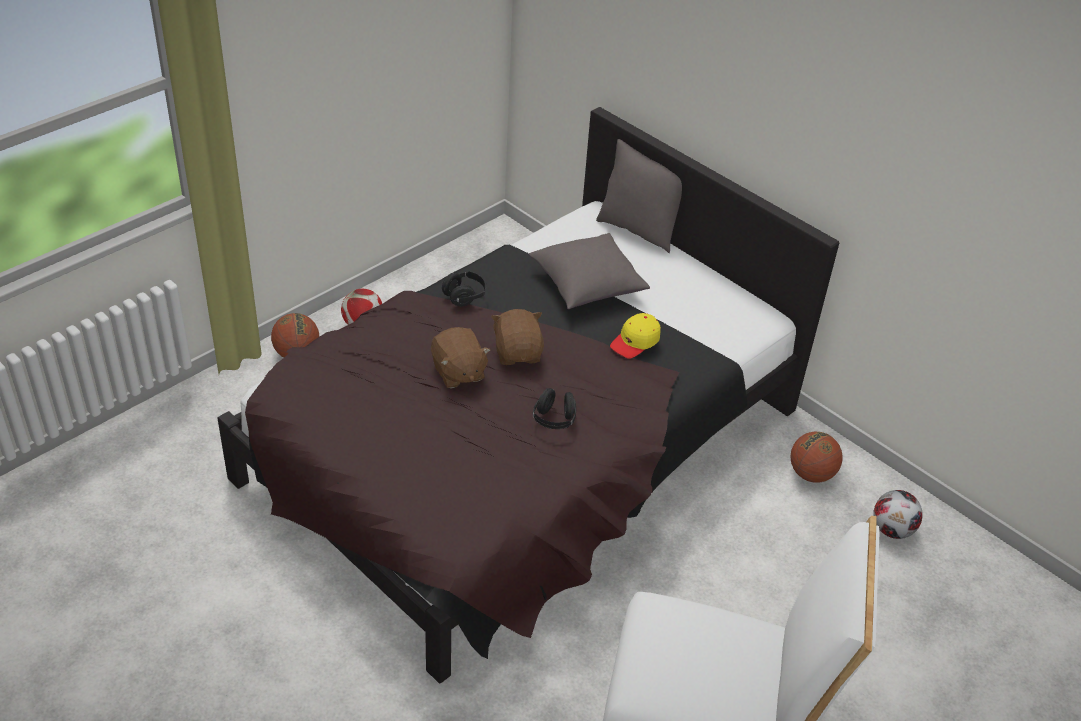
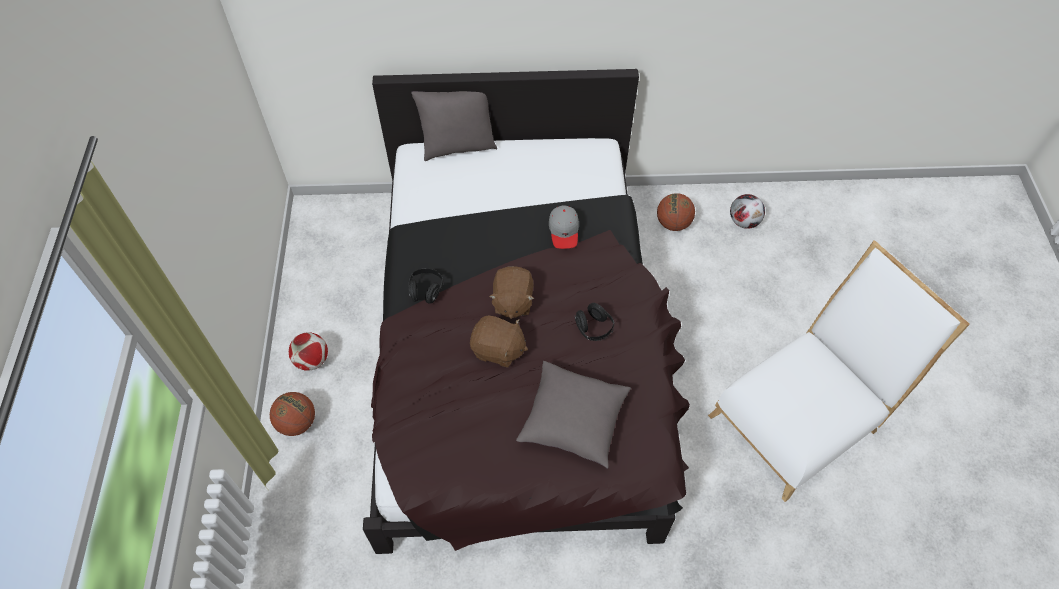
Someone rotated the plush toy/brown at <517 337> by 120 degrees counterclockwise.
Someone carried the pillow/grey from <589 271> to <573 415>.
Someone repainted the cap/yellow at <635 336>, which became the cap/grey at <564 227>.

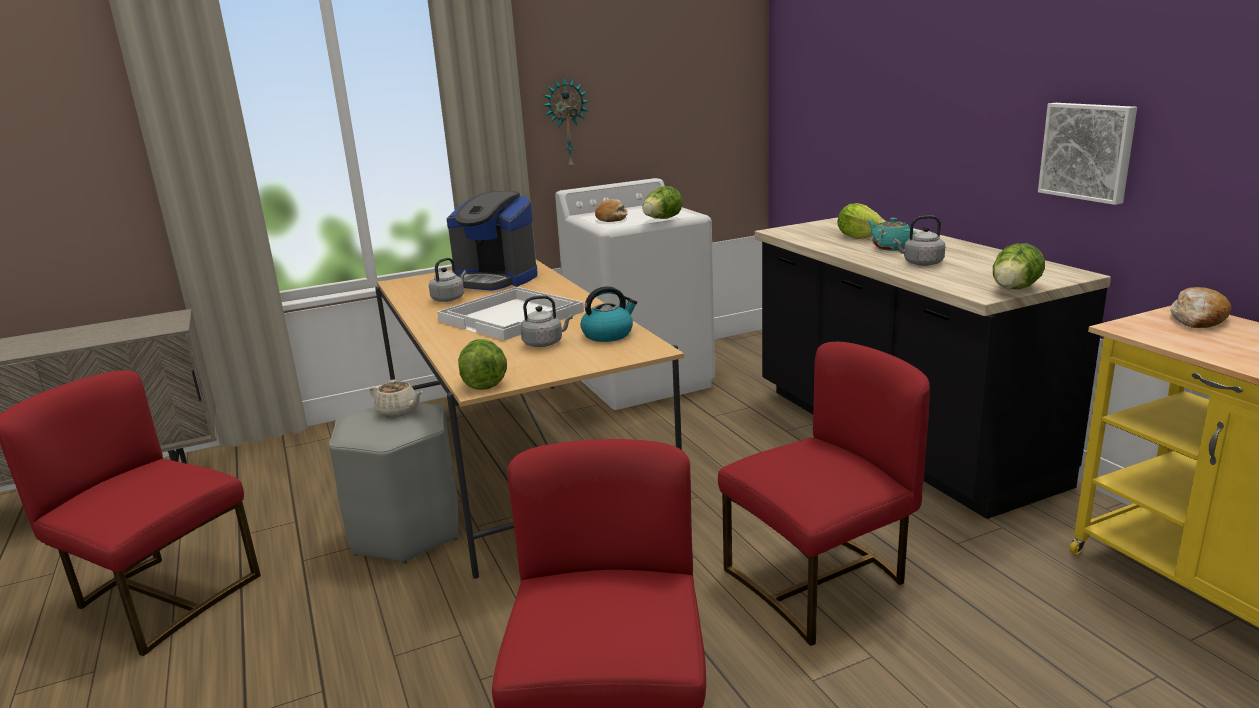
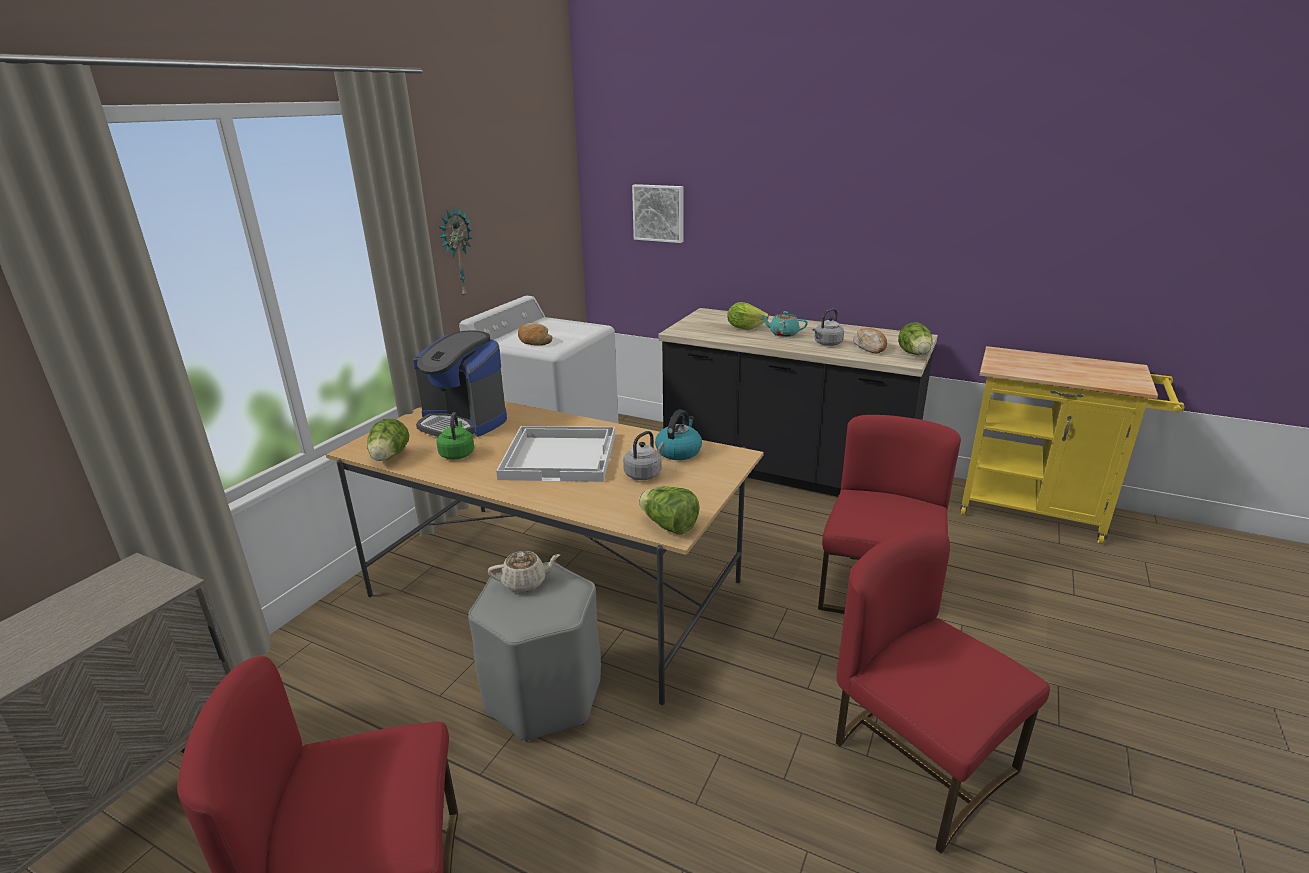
Someone repainted the kettle/grey at <448 280>, which became the kettle/green at <455 435>.
Someone rotated the coffee machine at <492 241> by 45 degrees clockwise.
Someone carried the lettuce from <662 202> to <388 439>.
Someone carried the picture from <1087 154> to <658 213>.
Someone carried the bread from <1200 307> to <870 340>.

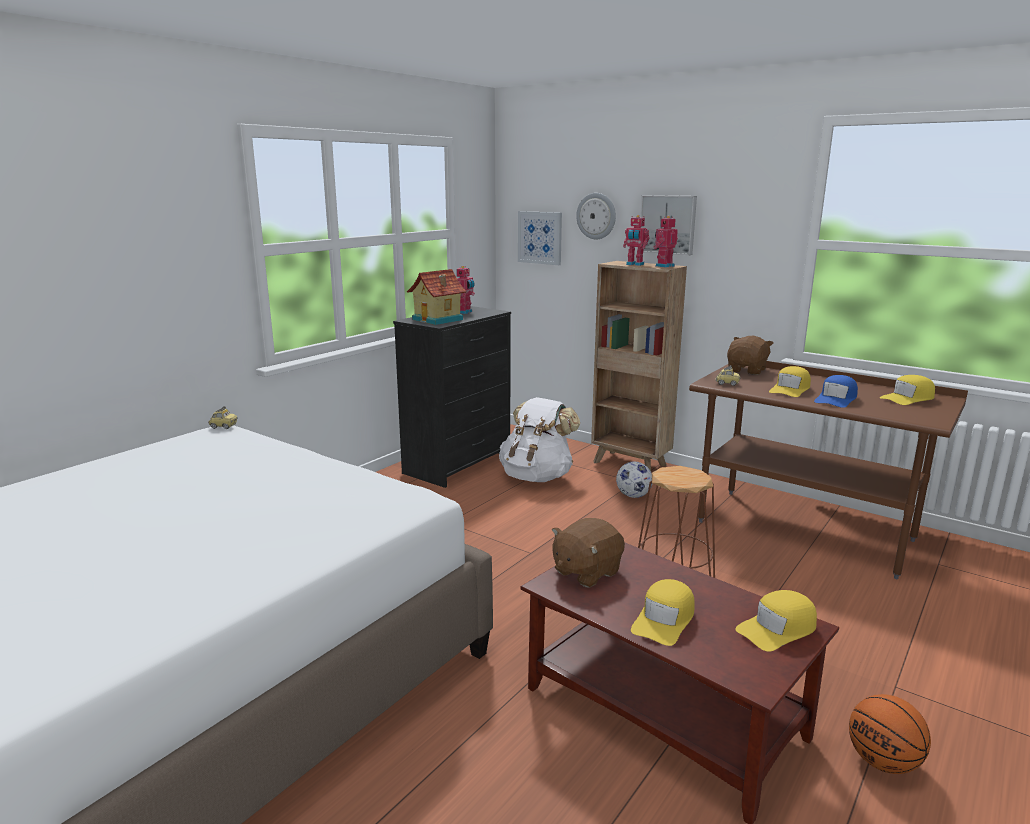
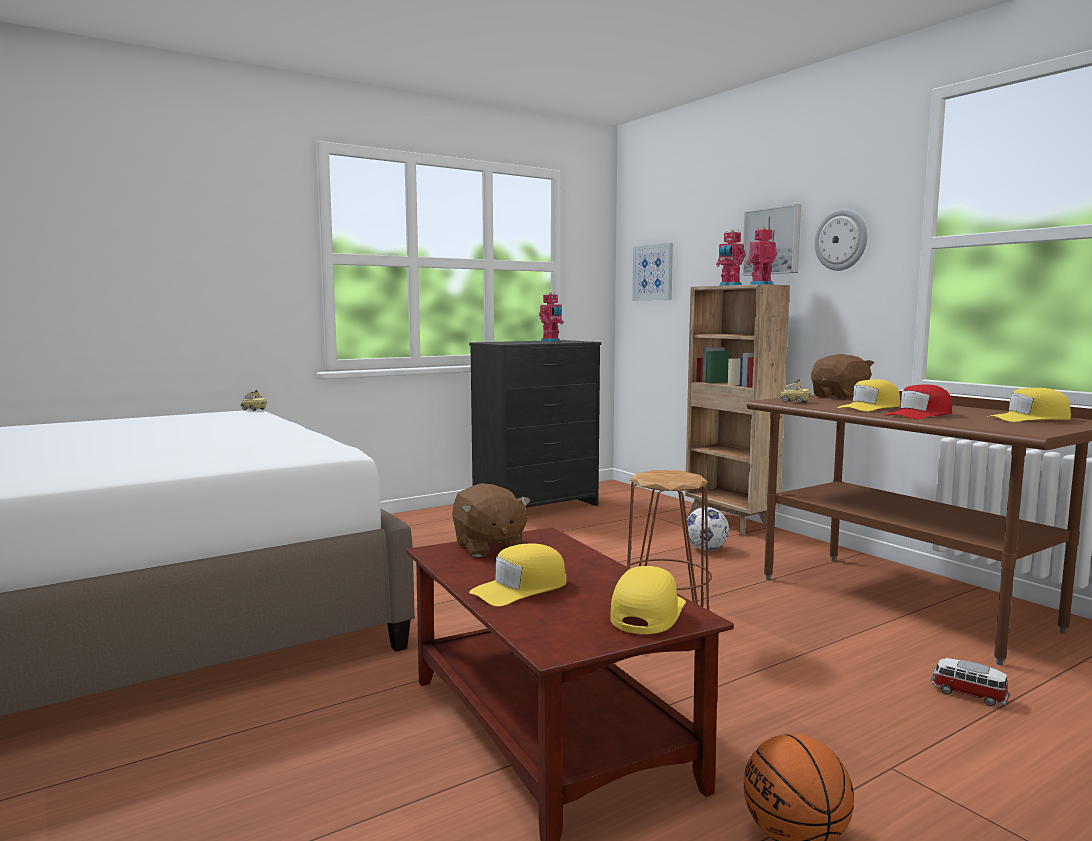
Someone took away the toy house at <437 297>.
Someone took away the backpack/white at <539 439>.
Someone rotated the plush toy/brown at <588 552> by 90 degrees counterclockwise.
Someone carried the wall clock from <596 216> to <841 240>.
Someone rotated the cap/yellow at <776 621> by 120 degrees clockwise.
Someone repainted the cap/blue at <836 391>, which became the cap/red at <918 401>.
Someone put down the toy car at <970 682>.

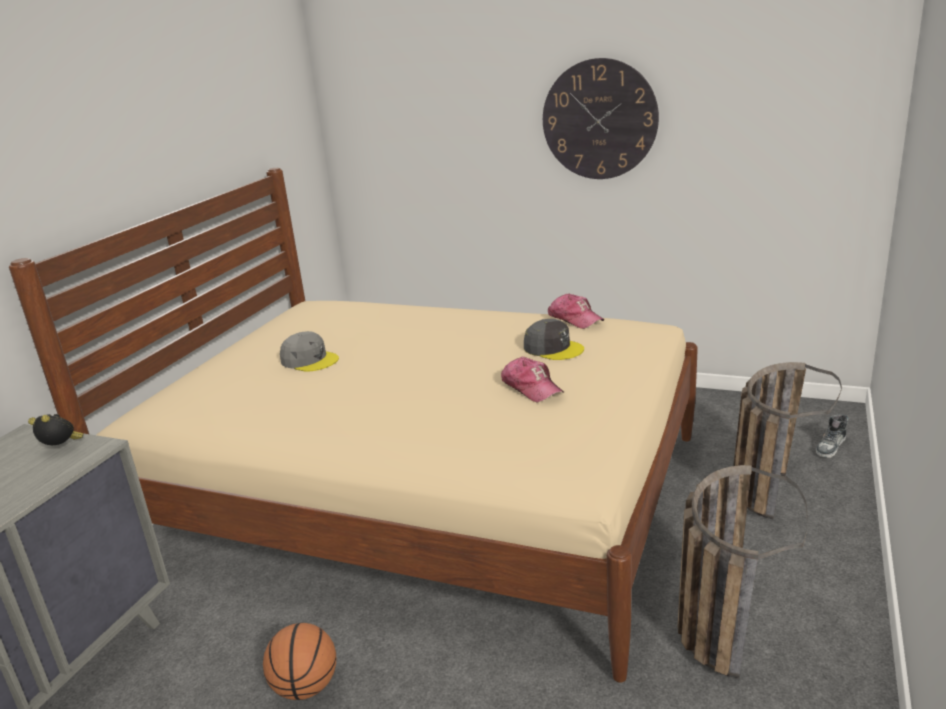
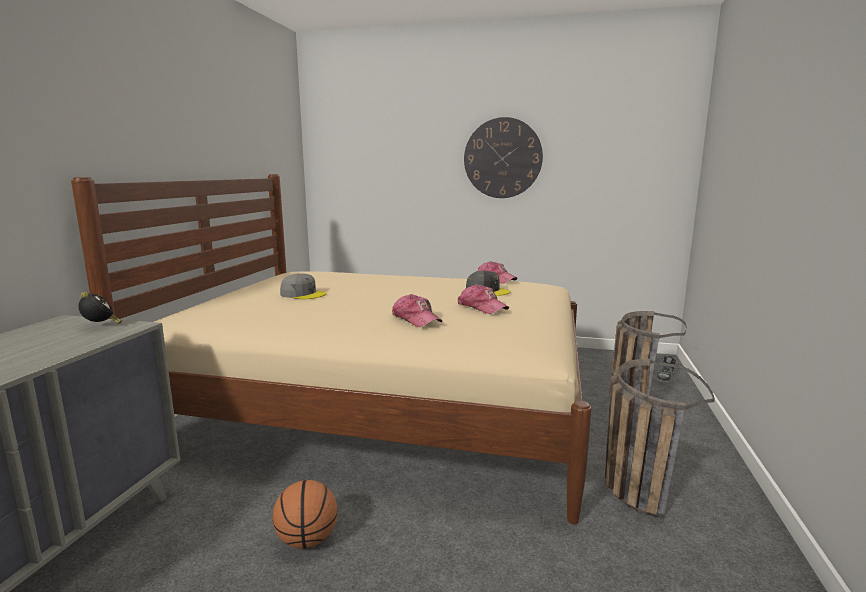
Someone rotated the alarm clock at <55 429> by 45 degrees clockwise.
Someone put down the cap at <417 310>.

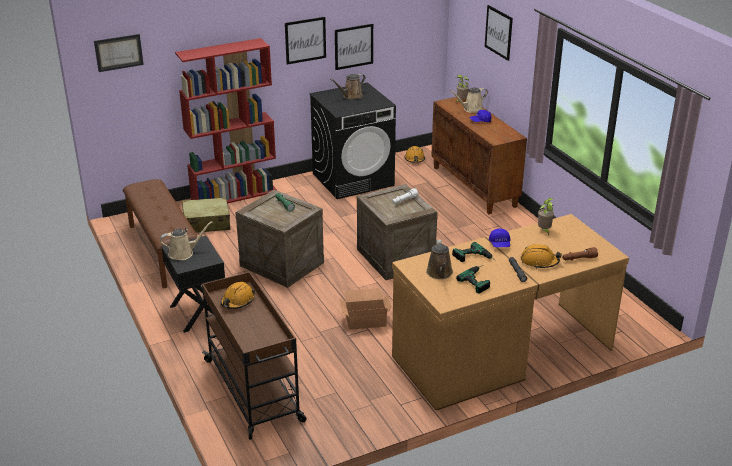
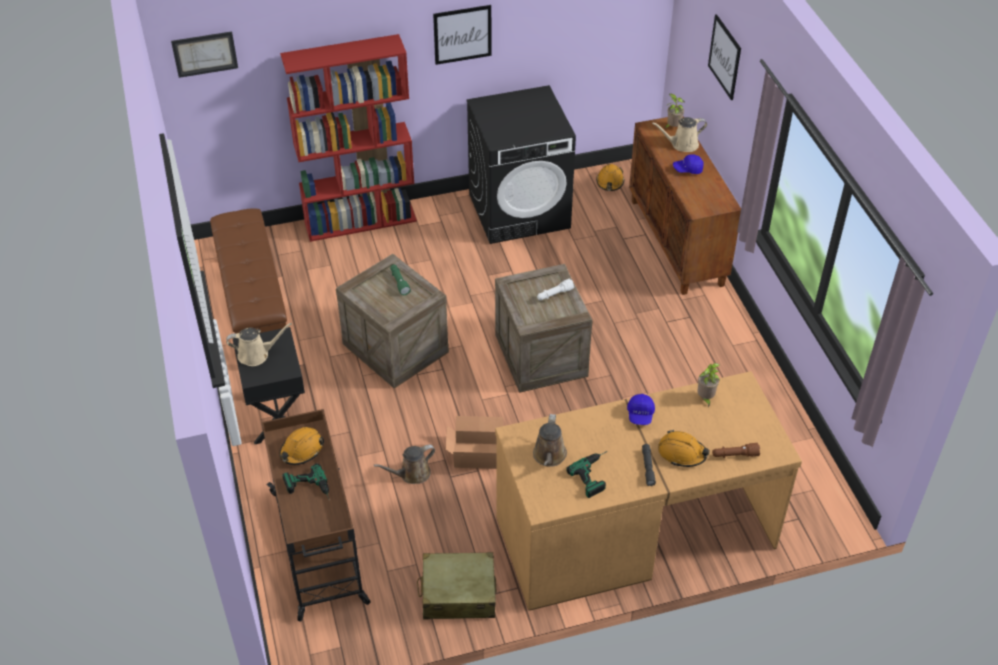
Someone carried the suitcase/beige from <206 215> to <457 585>.
Someone carried the watering can/brown from <347 86> to <404 464>.
Someone took away the picture at <354 47>.
Someone carried the power drill from <474 252> to <306 482>.

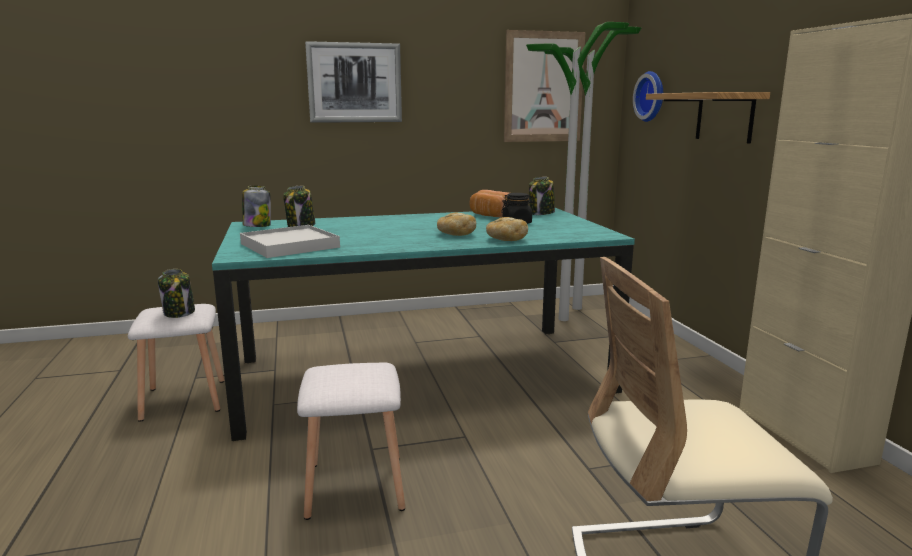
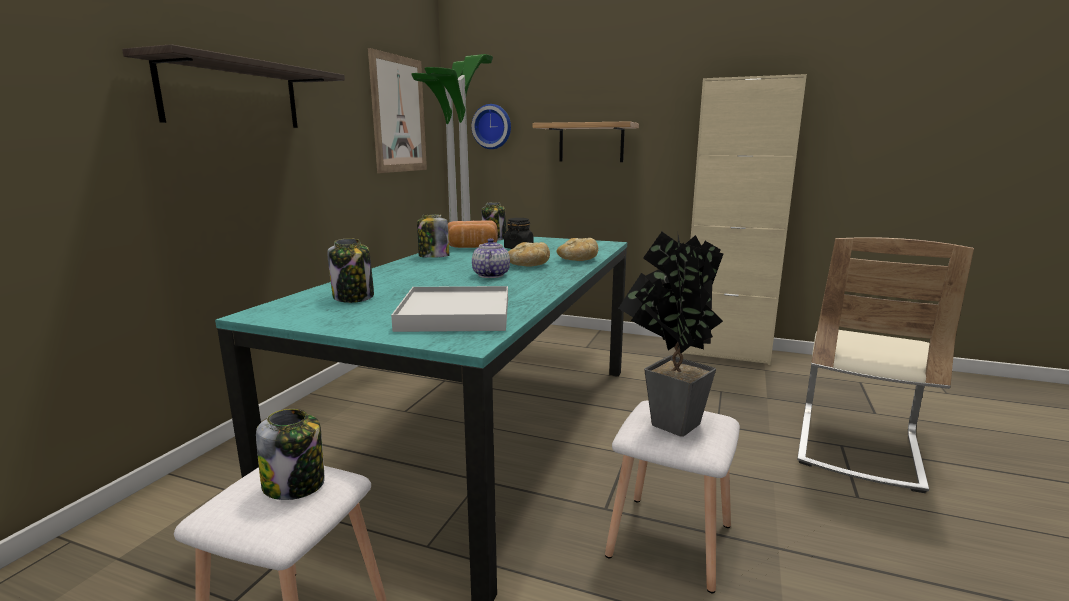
Someone carried the jar from <256 206> to <433 236>.
Someone swapped the picture at <353 82> for the shelf at <233 86>.
Someone put down the teapot at <491 258>.
Someone put down the potted plant at <671 334>.

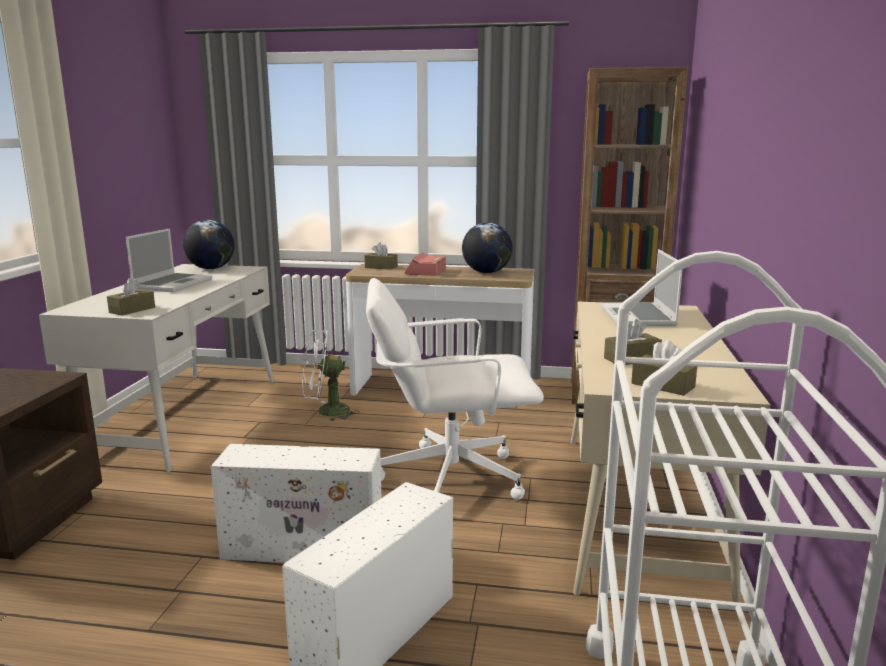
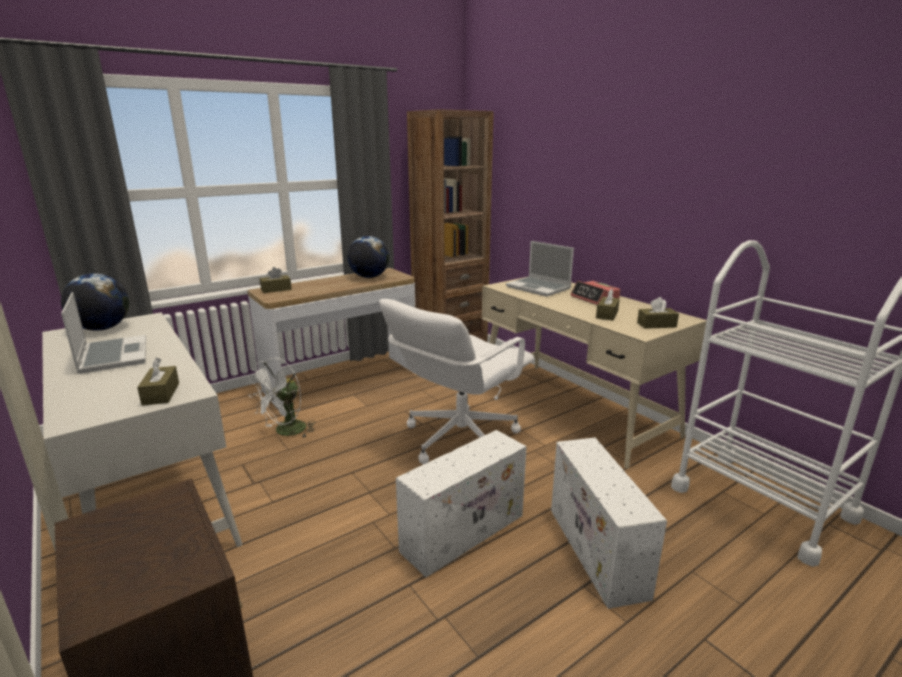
Someone carried the alarm clock from <425 264> to <595 293>.

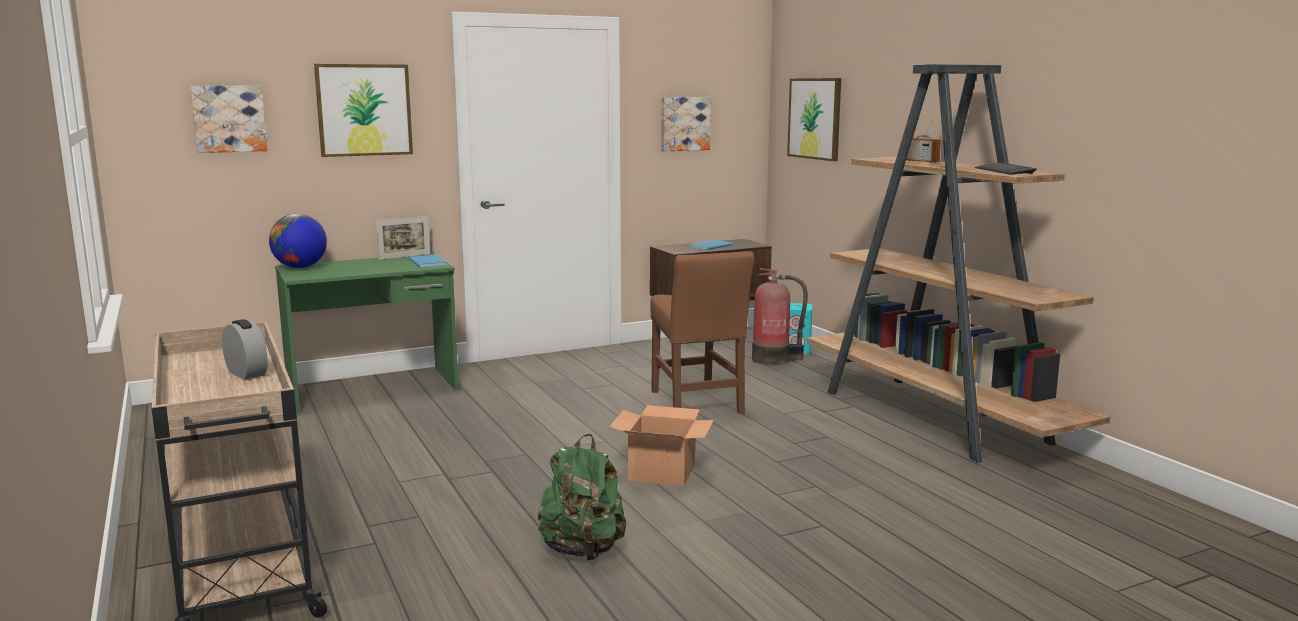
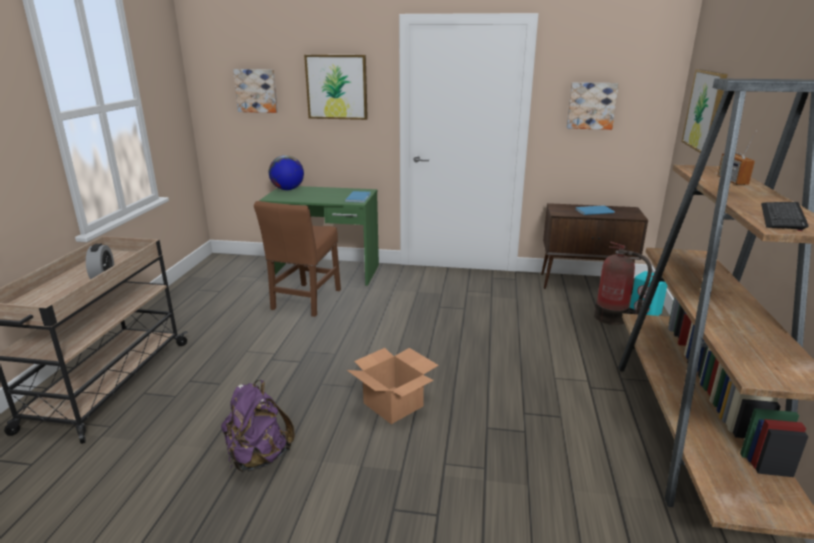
Someone took away the picture frame at <403 238>.
Someone repainted the backpack/green at <582 497>, which became the backpack/purple at <258 426>.
Someone carried the chair/brown from <702 332> to <297 259>.

